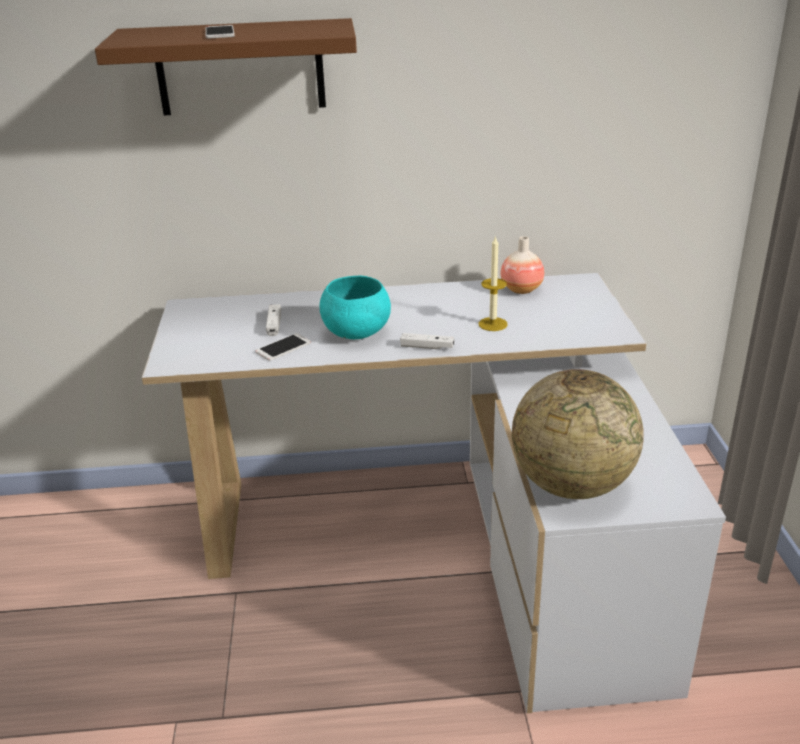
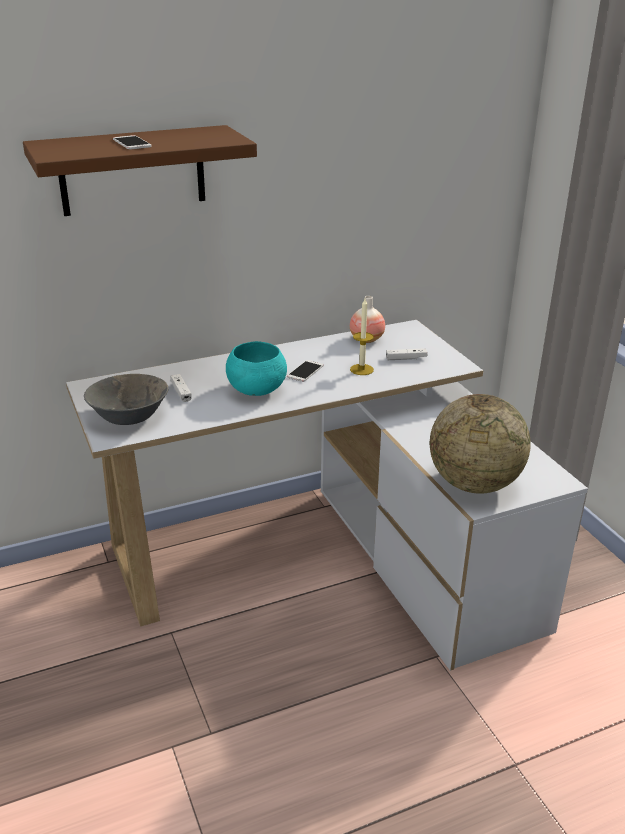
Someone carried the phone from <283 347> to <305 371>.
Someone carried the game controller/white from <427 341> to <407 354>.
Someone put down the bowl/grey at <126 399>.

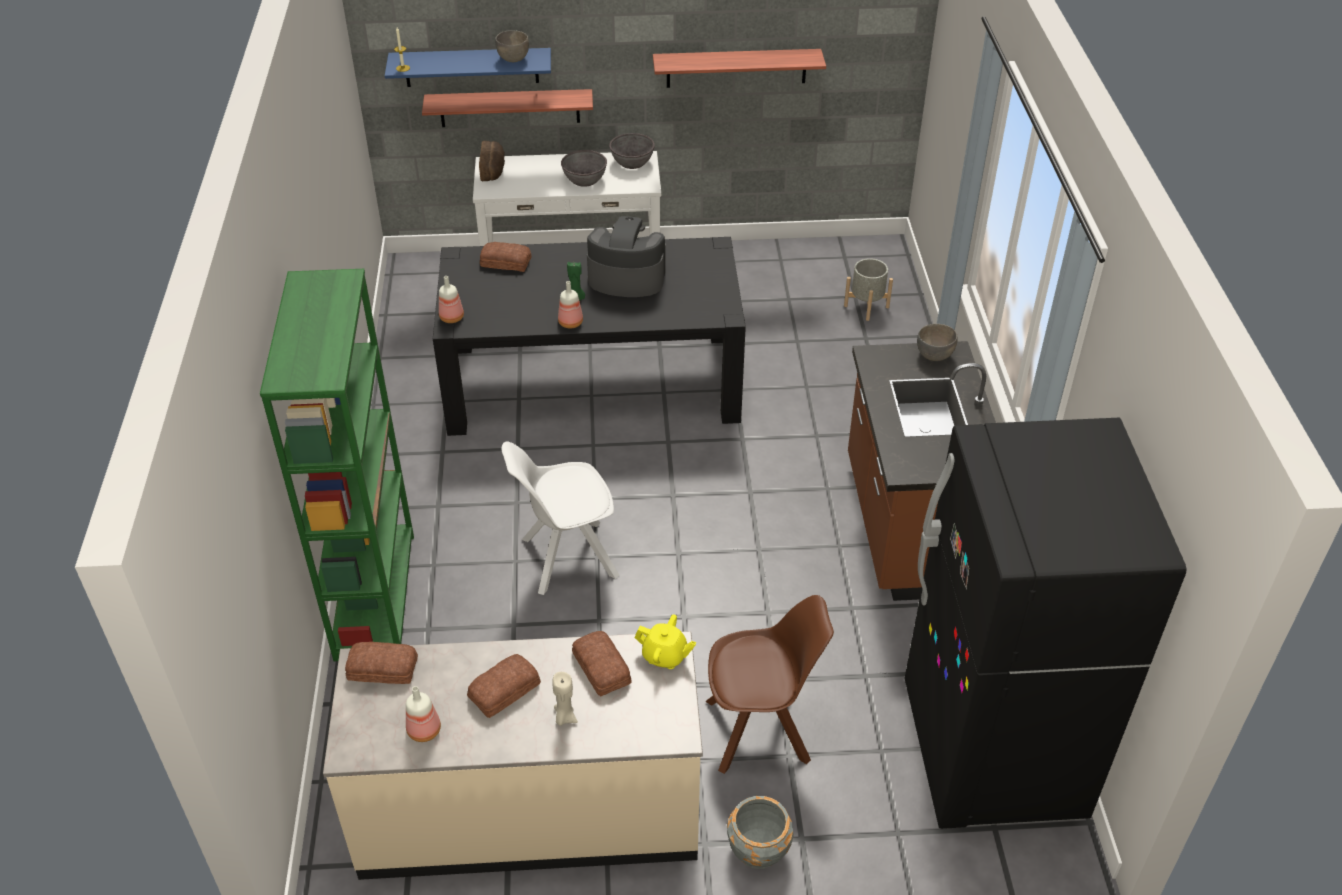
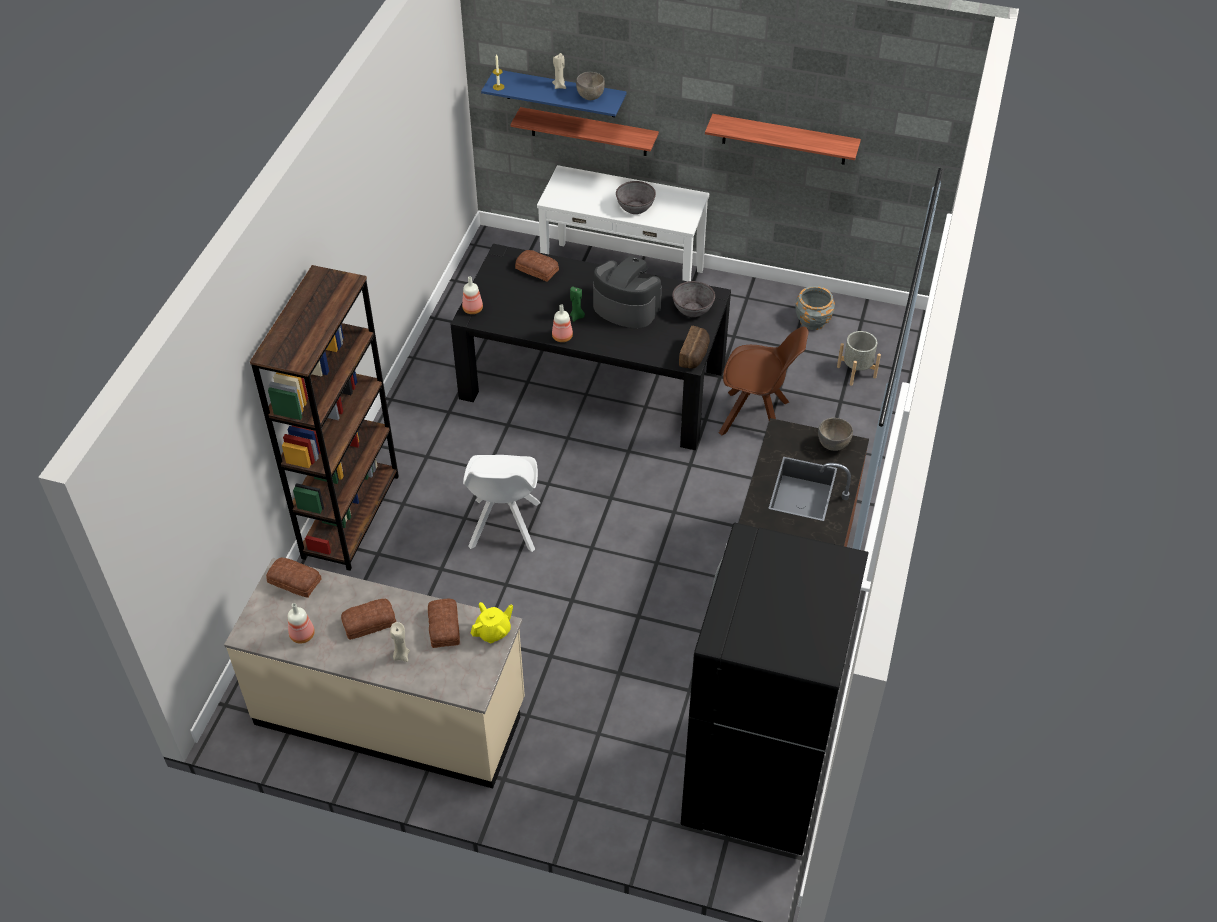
Someone repainted the bookcase/green at <337 465>, which became the bookcase/brown at <324 418>.
Someone carried the bread from <492 161> to <694 347>.
Someone rotated the chair/white at <560 518> by 90 degrees counterclockwise.
Someone carried the bowl/grey from <632 151> to <693 299>.
Someone rotated the teapot/yellow at <665 641> by 75 degrees counterclockwise.
Someone carried the chair/brown from <769 684> to <764 381>.
Someone carried the planter/grey from <760 832> to <815 308>.
Someone put down the candle/beige at <559 71>.

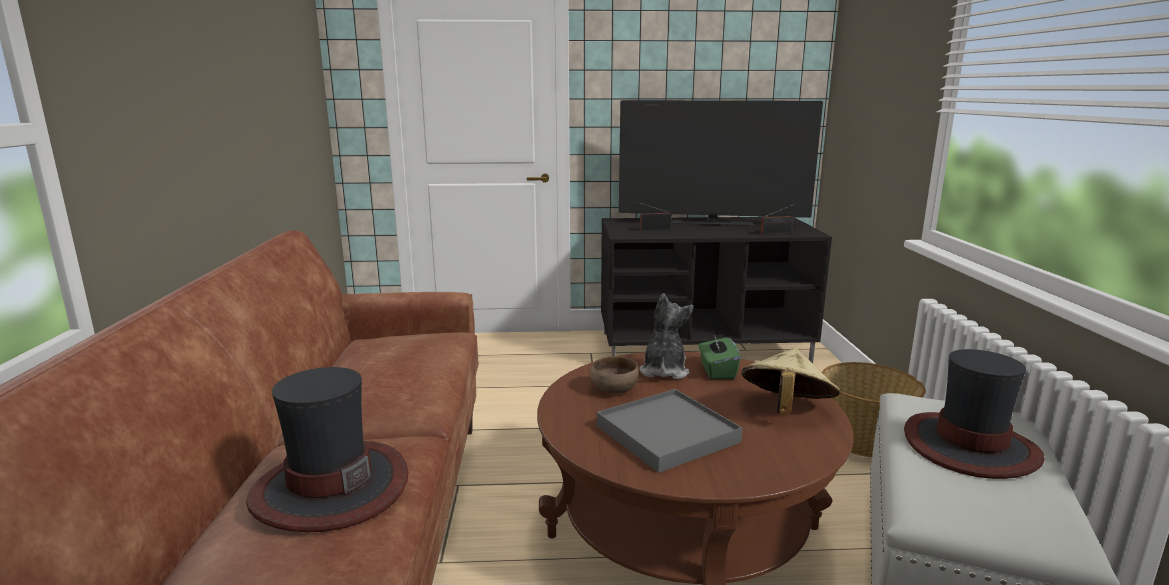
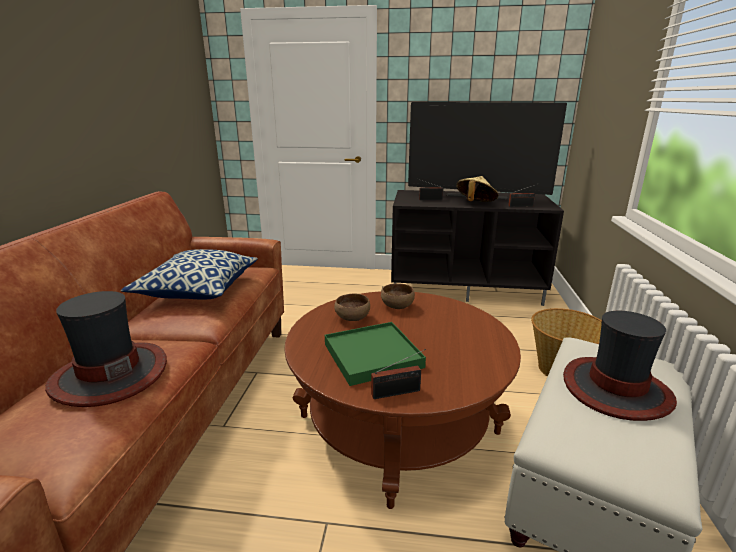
Someone repainted the tray/grey at <670 431>, which became the tray/green at <375 354>.
Someone swapped the plush toy at <666 336> for the bowl/brown at <398 296>.
Someone took away the tissue box/green at <720 357>.
Someone carried the hat/beige from <790 381> to <477 189>.
Someone put down the pillow at <189 274>.
Someone put down the radio at <398 374>.

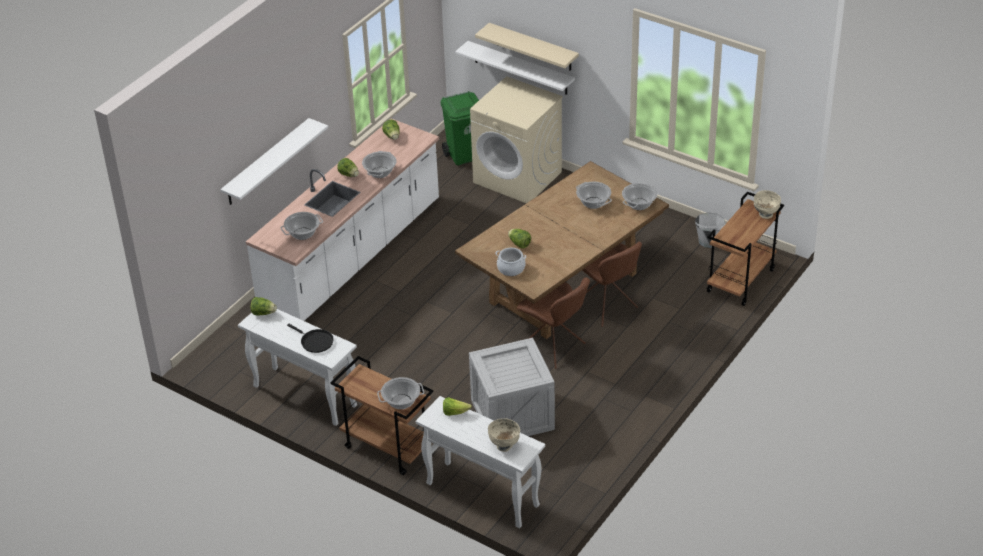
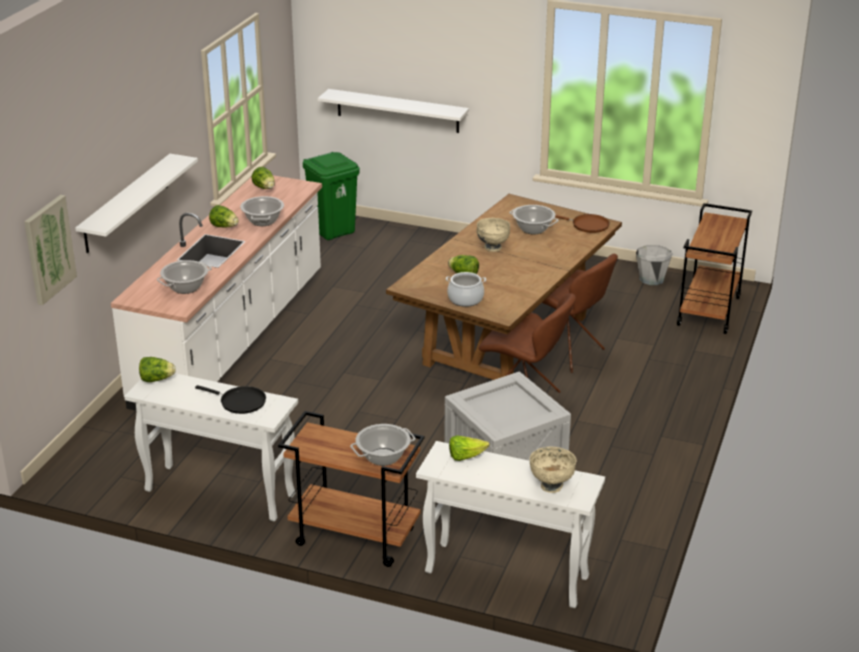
Someone took away the washing machine/beige at <516 139>.
Someone took away the shelf/beige at <527 47>.
Someone swapped the cooking pot at <639 196> for the frying pan/brown at <582 223>.
Someone carried the bowl/beige from <767 204> to <493 235>.
Someone put up the picture at <50 250>.

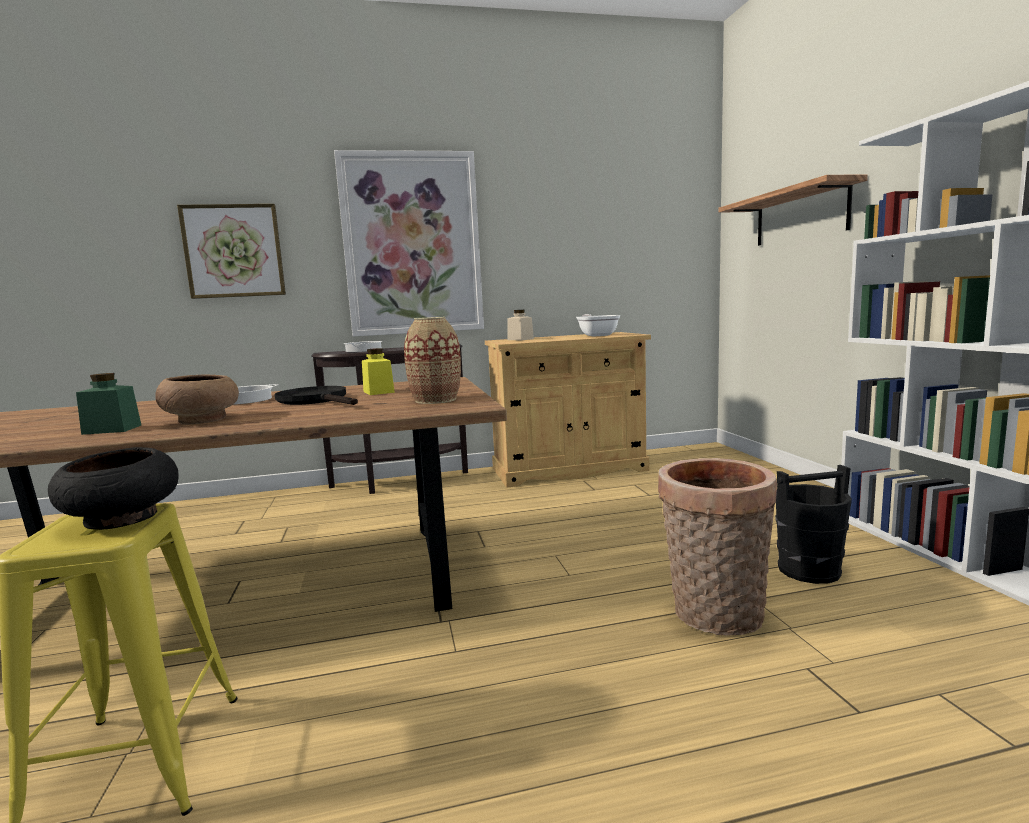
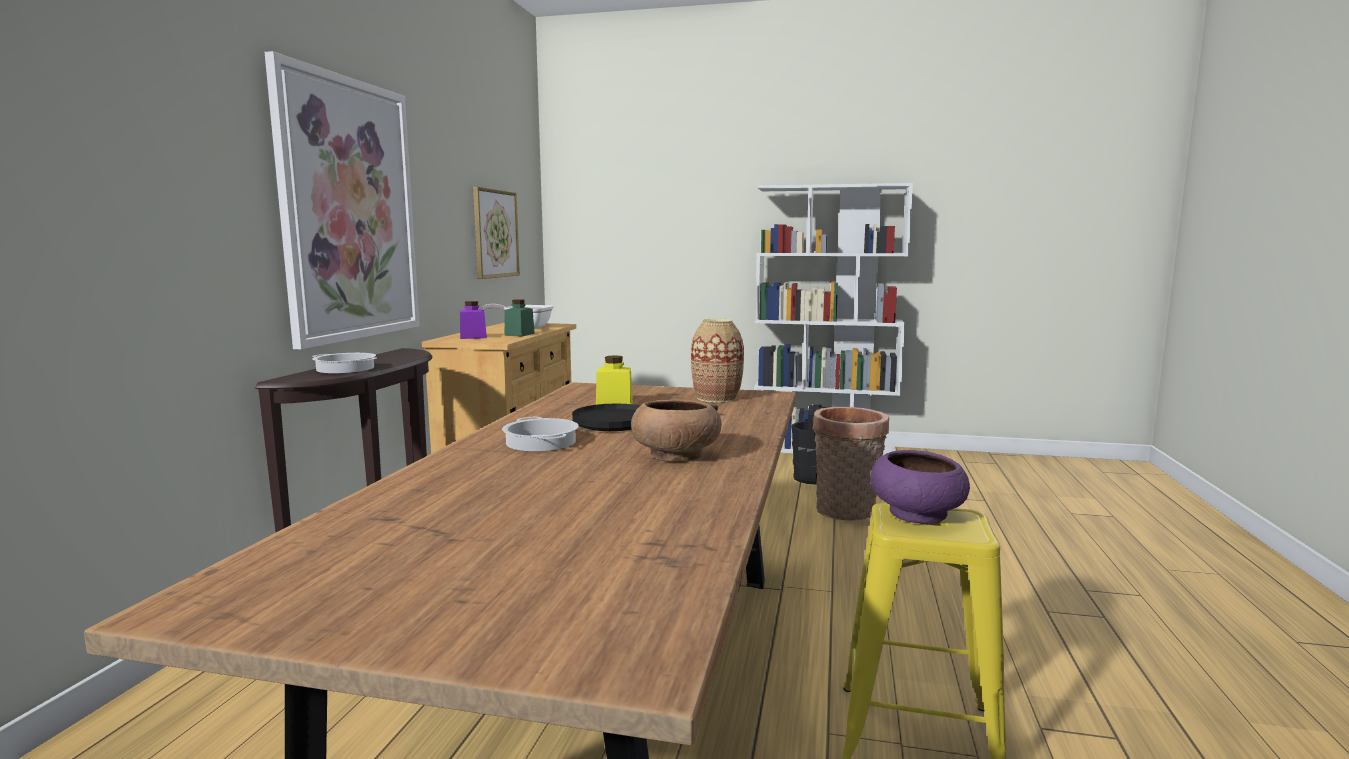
Someone repainted the bowl/black at <113 488>, which became the bowl/purple at <920 487>.
Someone carried the jar/green from <108 404> to <520 318>.
Someone carried the picture from <231 251> to <496 233>.
Someone repainted the jar/beige at <520 325>, which became the jar/purple at <473 320>.
Someone took away the shelf at <793 210>.

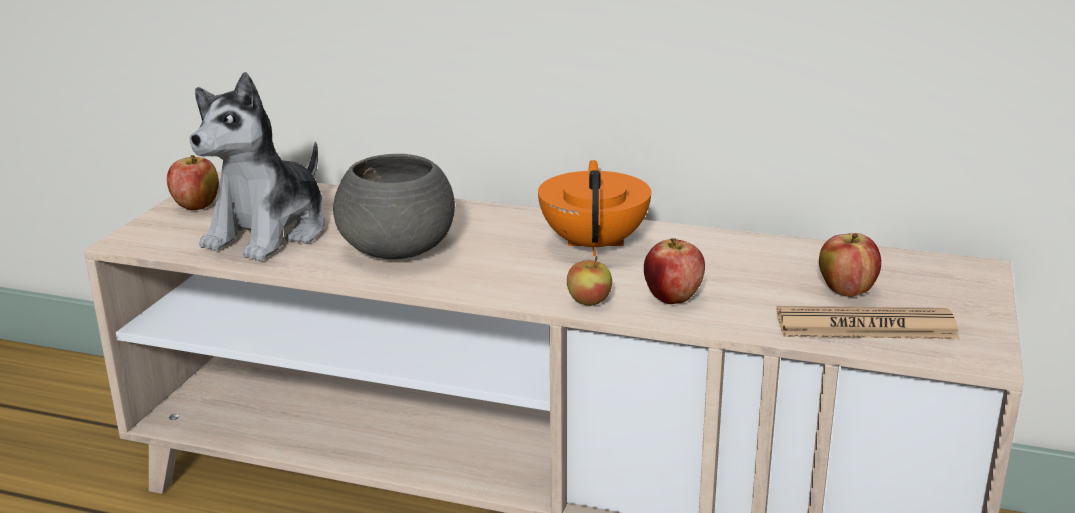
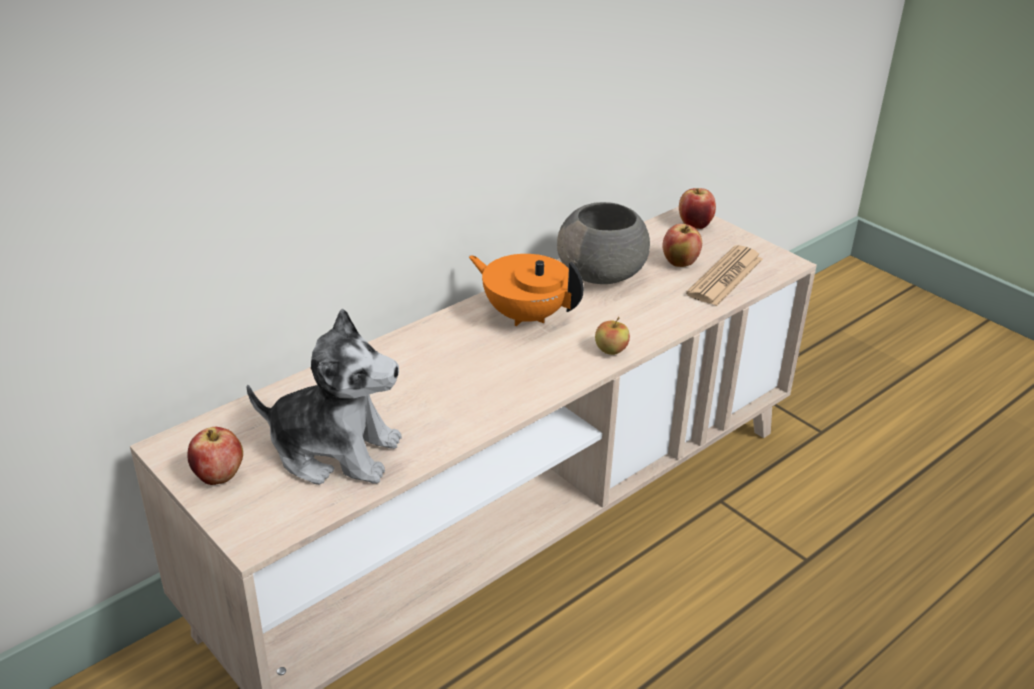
Someone rotated the plush toy at <257 166> by 45 degrees counterclockwise.
Someone carried the bowl/grey from <394 206> to <603 243>.
Someone carried the apple from <674 271> to <697 208>.

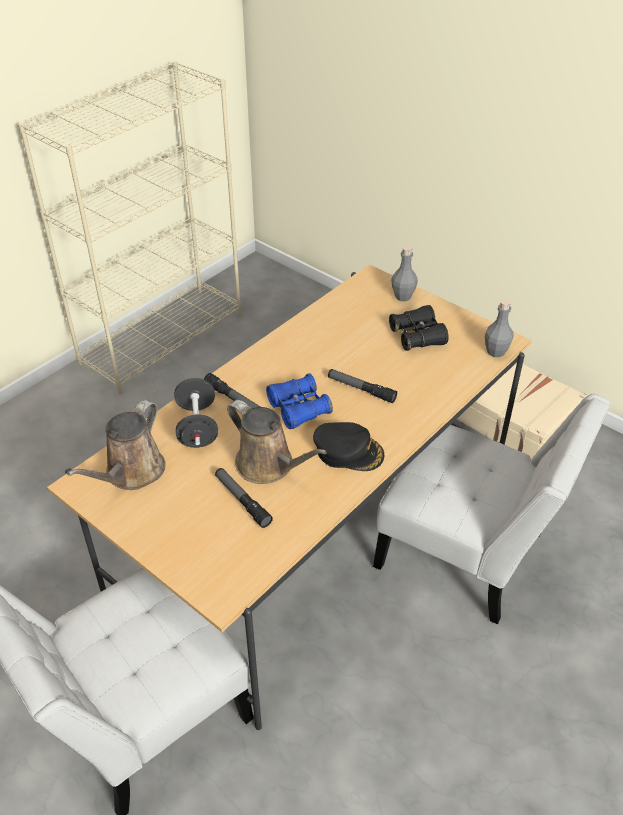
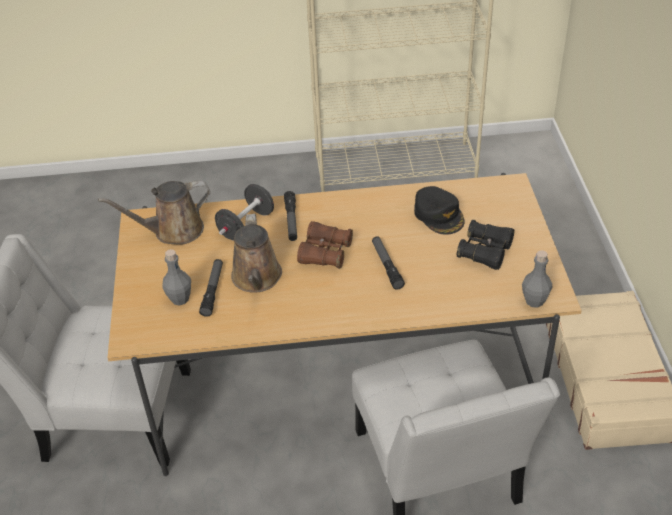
Someone repainted the binoculars/blue at <299 401>, which became the binoculars/brown at <325 245>.
Someone carried the cap/black from <348 446> to <439 210>.
Someone carried the bottle/grey from <404 273> to <177 277>.

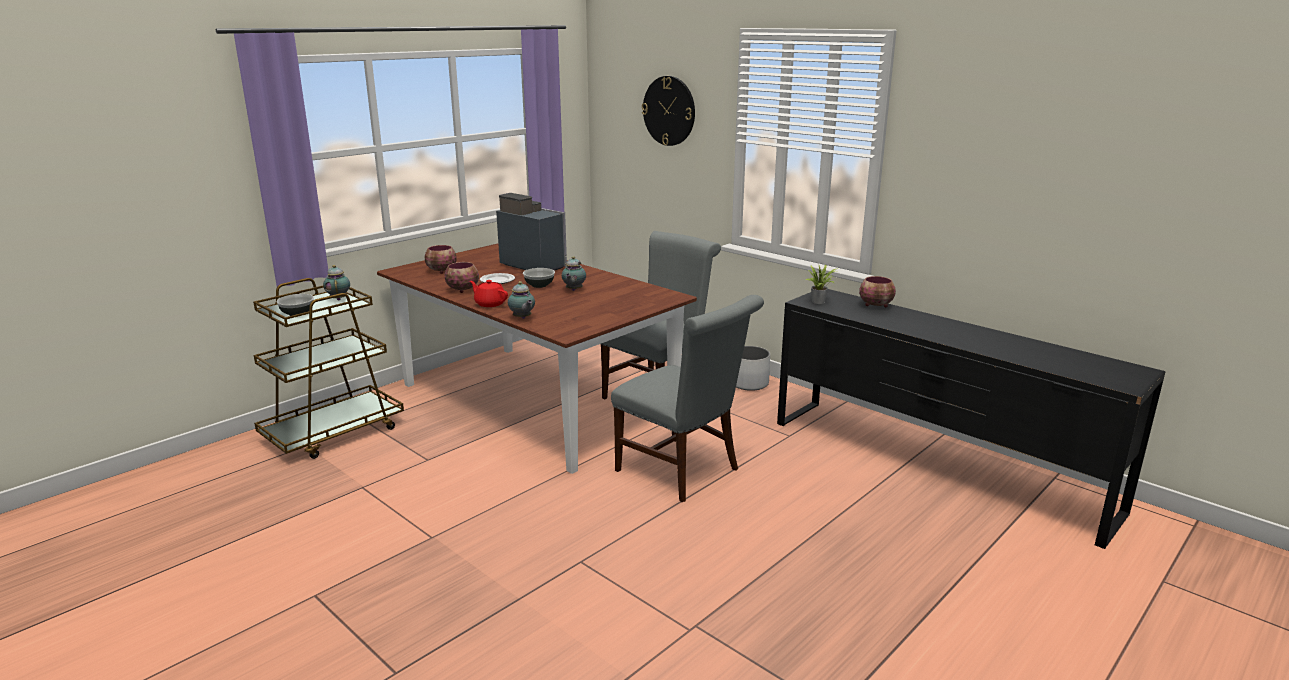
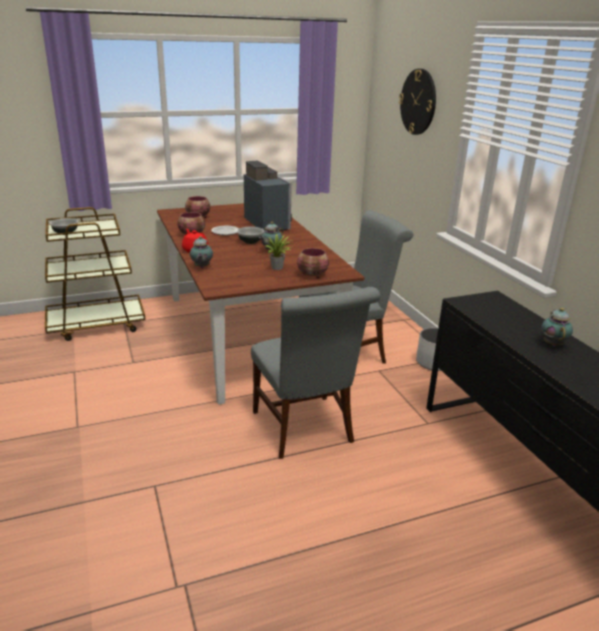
Someone carried the teapot from <336 282> to <557 327>.
Someone carried the potted plant from <822 284> to <279 251>.
Someone carried the bowl from <877 291> to <313 263>.

